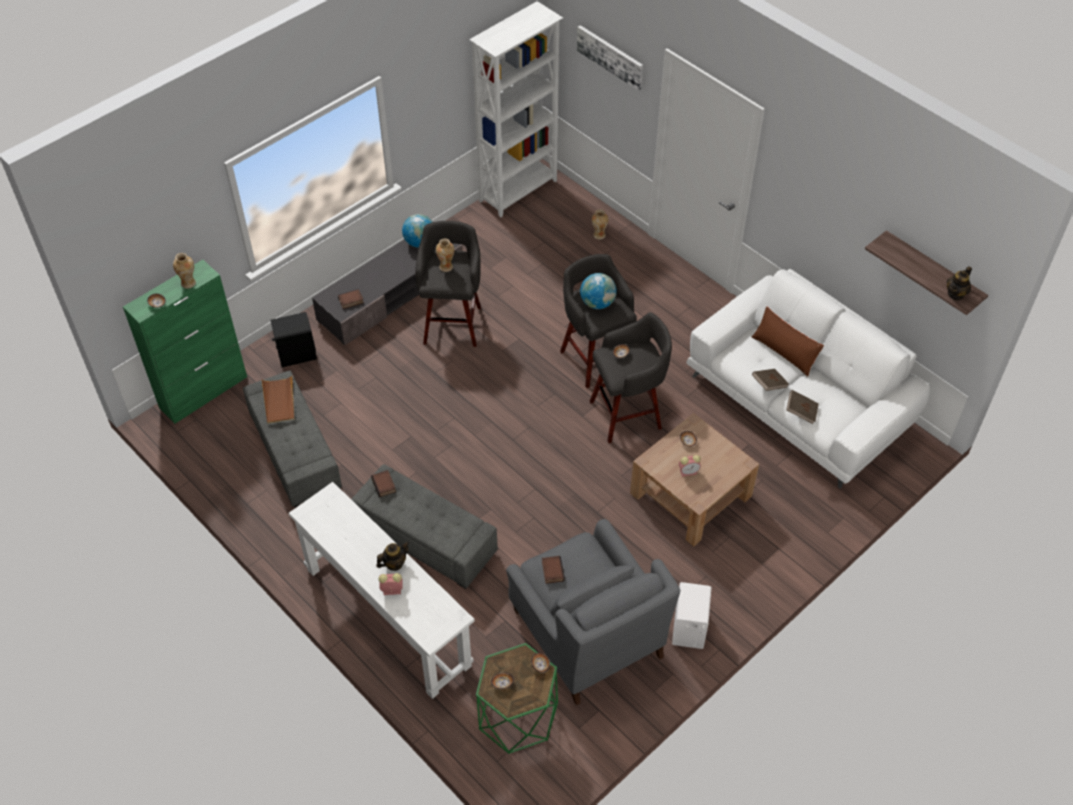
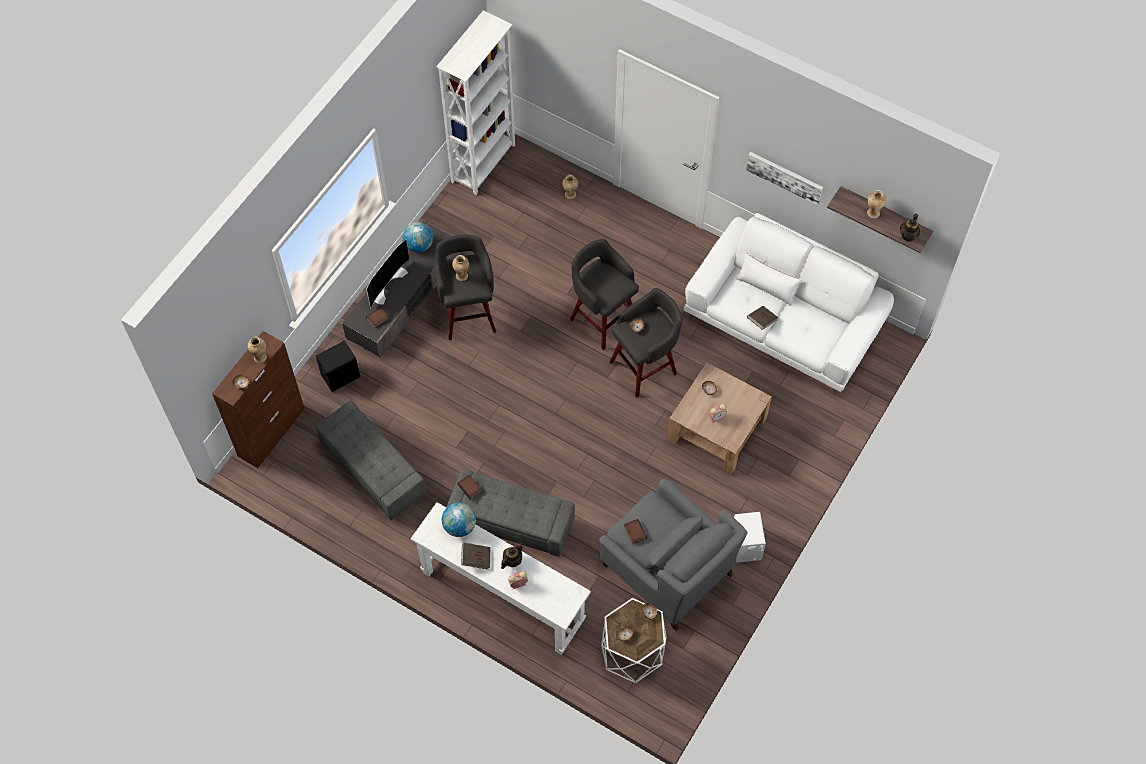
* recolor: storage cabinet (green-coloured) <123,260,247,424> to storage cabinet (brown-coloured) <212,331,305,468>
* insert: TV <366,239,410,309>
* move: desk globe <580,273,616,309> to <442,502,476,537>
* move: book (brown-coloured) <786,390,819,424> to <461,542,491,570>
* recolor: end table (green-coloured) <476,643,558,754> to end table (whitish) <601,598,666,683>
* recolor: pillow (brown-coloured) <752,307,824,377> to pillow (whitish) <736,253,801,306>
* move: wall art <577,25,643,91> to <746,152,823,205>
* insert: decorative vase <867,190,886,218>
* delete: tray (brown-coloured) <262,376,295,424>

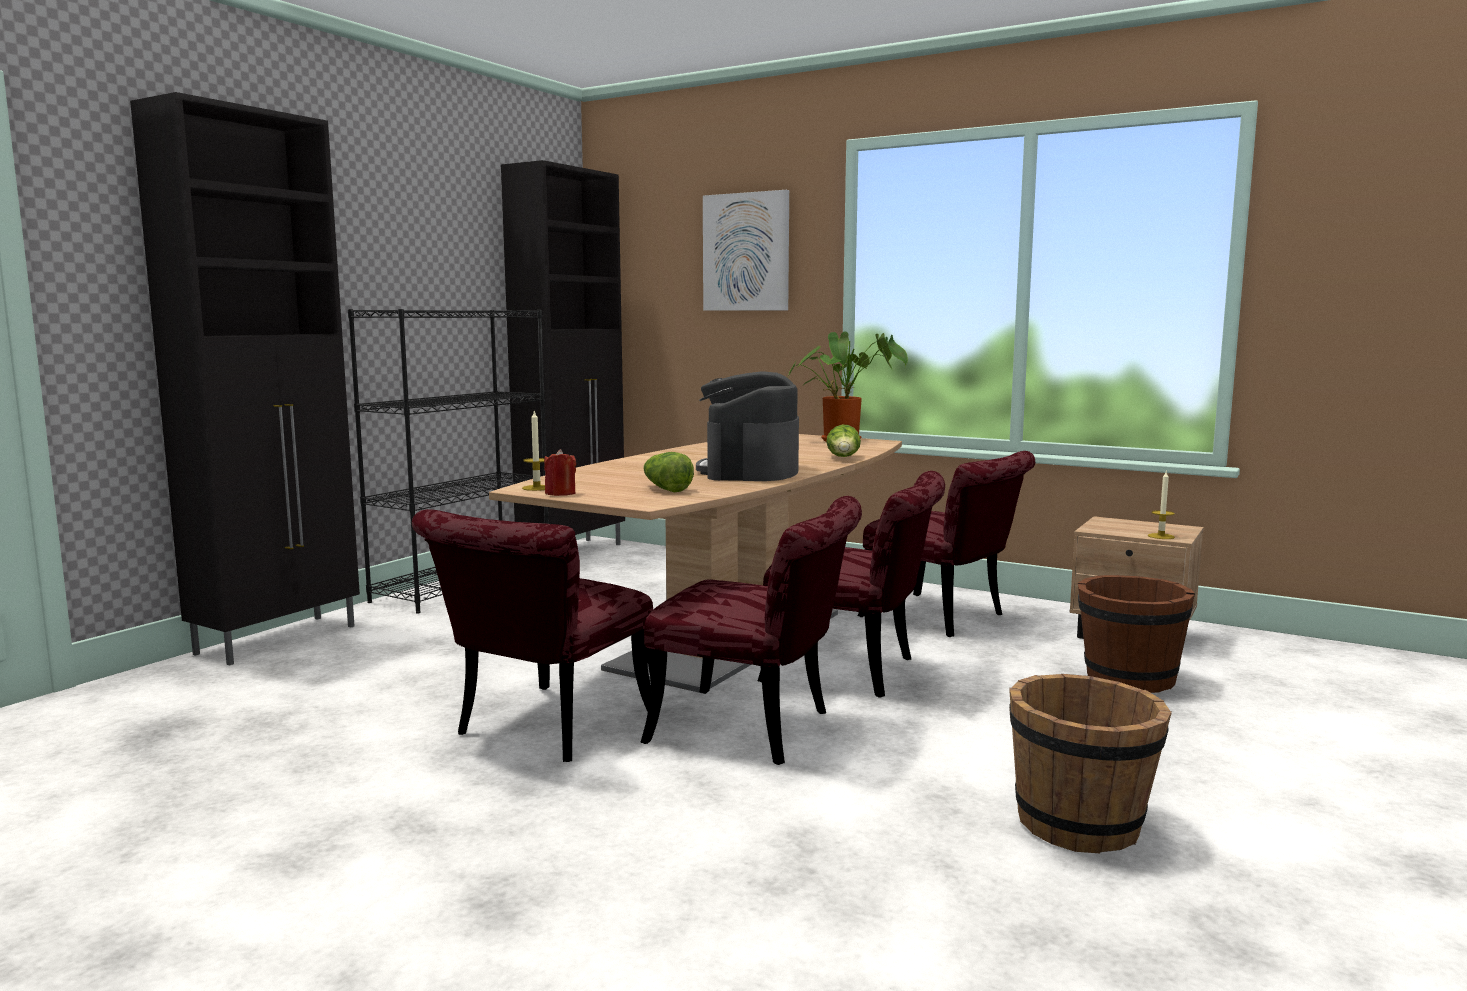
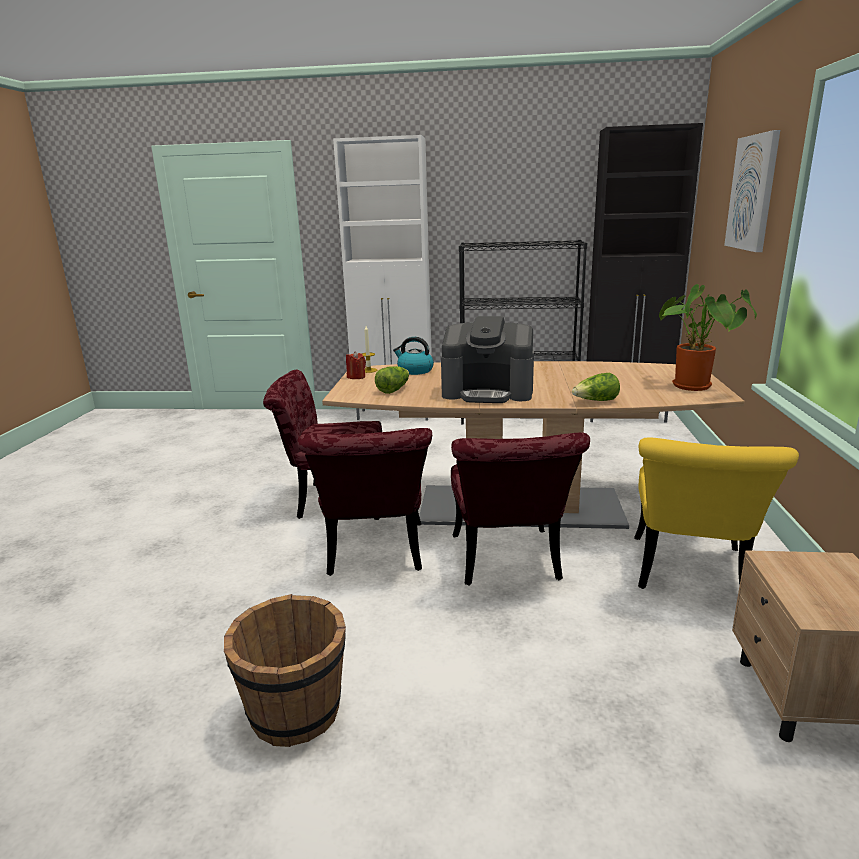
* recolor: storage cabinet (blackish) <130,92,360,665> to storage cabinet (whitish) <333,135,432,421>
* insert: tea kettle <393,337,434,375>
* rotate: coffee maker <696,371,799,481> = <441,316,534,403> 150 degrees counterclockwise
* recolor: upright chair (reddish) <858,451,1035,637> to upright chair (yellow) <634,437,799,589>
* delete: pail (brown-coloured) <1078,575,1195,693>
* delete: wax candle <1148,472,1175,539>

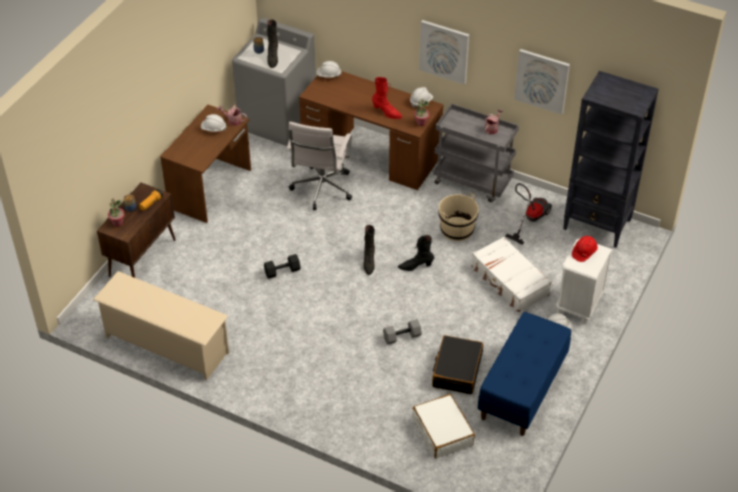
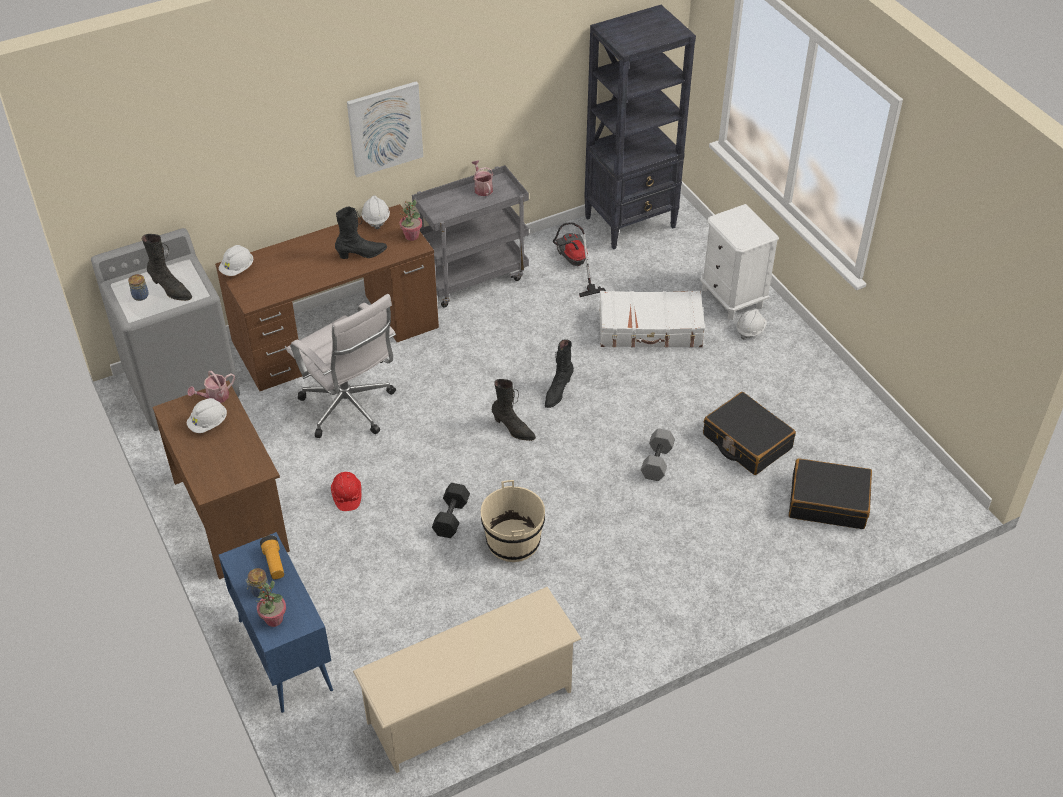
* recolor: storage cabinet (brown-coloured) <97,183,176,278> to storage cabinet (blue-coloured) <219,532,333,713>
* move: hard hat (reddish) <572,236,598,262> to <331,472,362,511>
* recolor: tall boot (reddish) <372,77,402,119> to tall boot (blackish) <335,207,387,259>
* move: pail (beige-coloured) <438,193,479,241> to <481,480,545,562>
* recolor: piece of luggage (whitish) <412,394,475,459> to piece of luggage (blackish) <789,458,872,529>
* delete: long seat (blue-coloured) <478,312,571,436>
* delete: wall art <514,49,570,115>

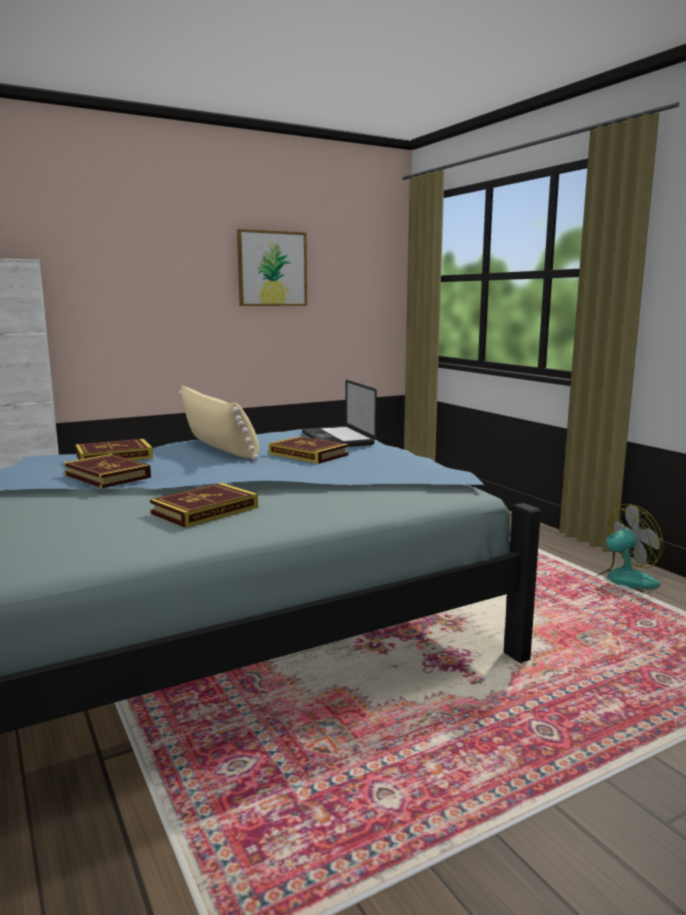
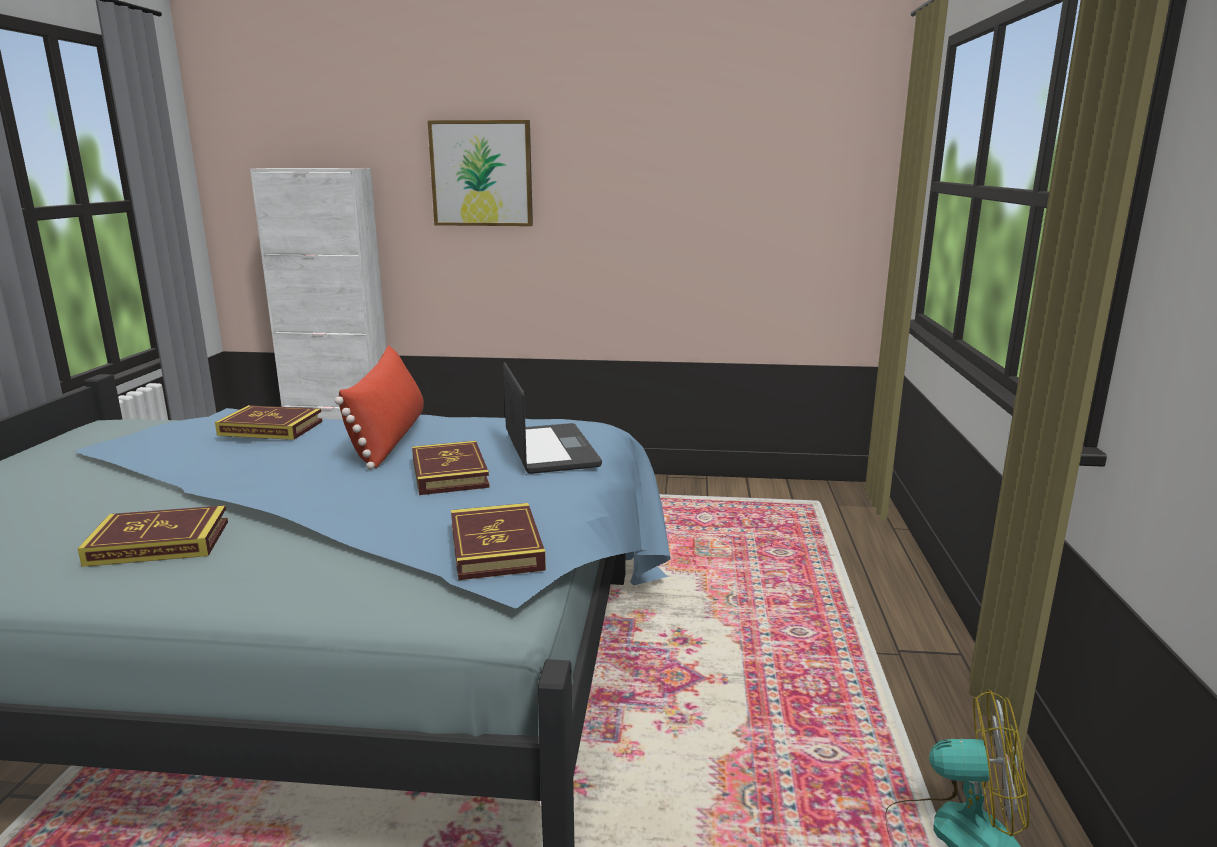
* recolor: pillow (beige-coloured) <179,386,259,460> to pillow (reddish) <335,345,424,470>
* move: wall art <237,229,307,306> to <428,120,533,226>
* move: book <63,454,151,488> to <451,503,546,580>
* rotate: laptop <302,380,377,447> = <503,362,602,474> 150 degrees clockwise

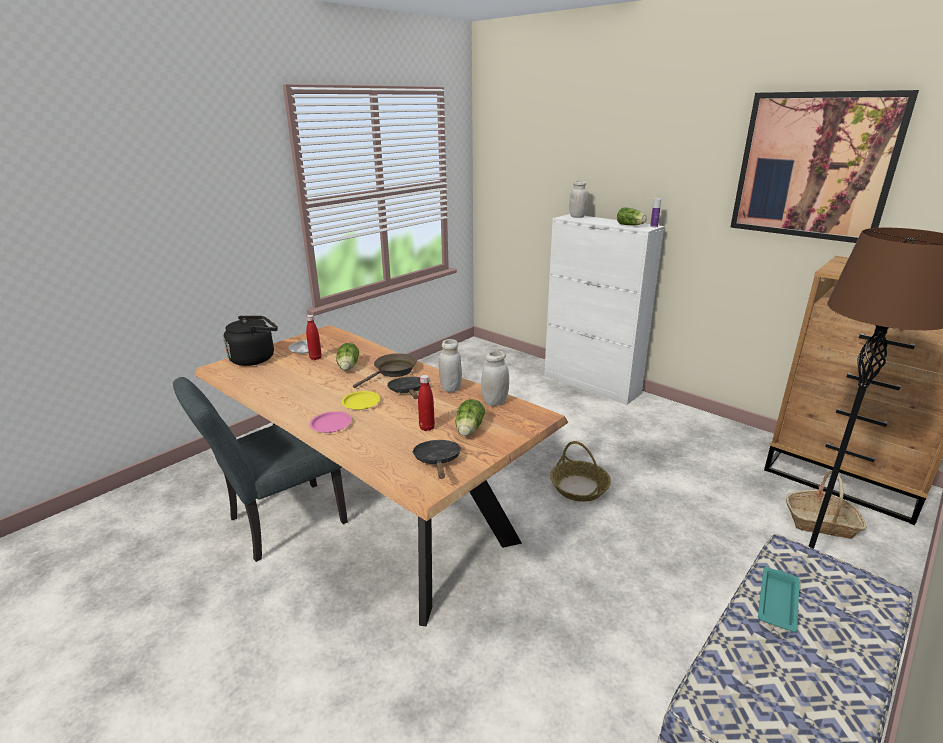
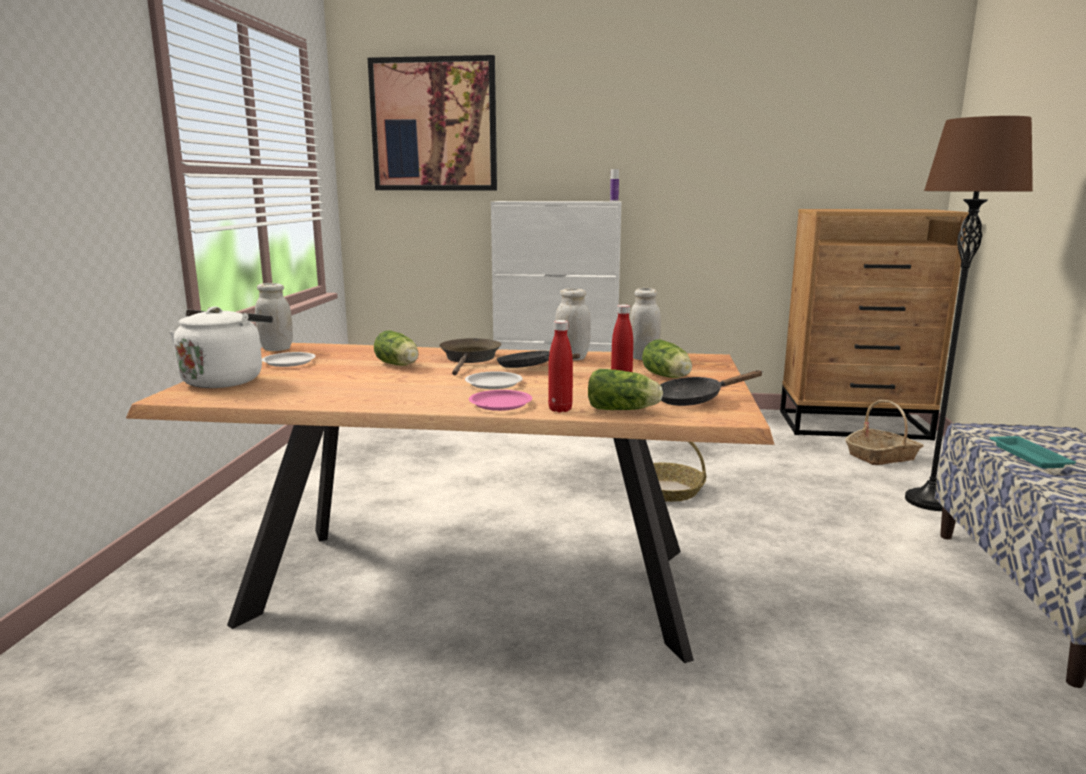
* recolor: tea kettle (blackish) <223,316,278,366> to tea kettle (whitish) <169,306,273,388>
* move: preserve jar (whitish) <569,181,588,218> to <255,283,293,351>
* move: wall art <730,90,919,243> to <368,55,497,190>
* recolor: dinner plate (yellow) <342,391,380,410> to dinner plate (whitish) <465,371,523,389>
* move: bottle (reddish) <306,315,322,360> to <548,320,573,412>
* move: head of lettuce <617,207,647,226> to <588,369,663,410>
* rotate: skillet (blackish) <412,440,462,479> = <660,370,763,406> 60 degrees counterclockwise
* delete: upright chair (greyish) <173,377,348,562>

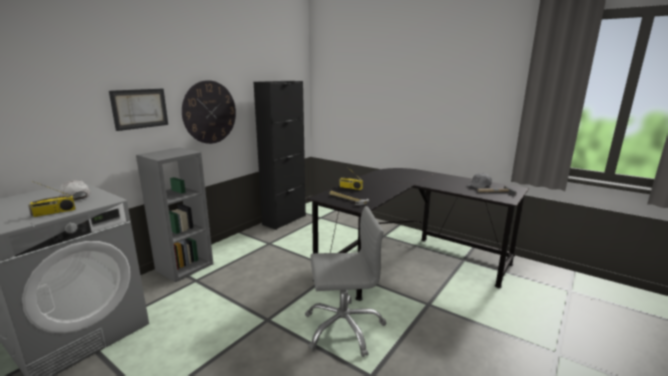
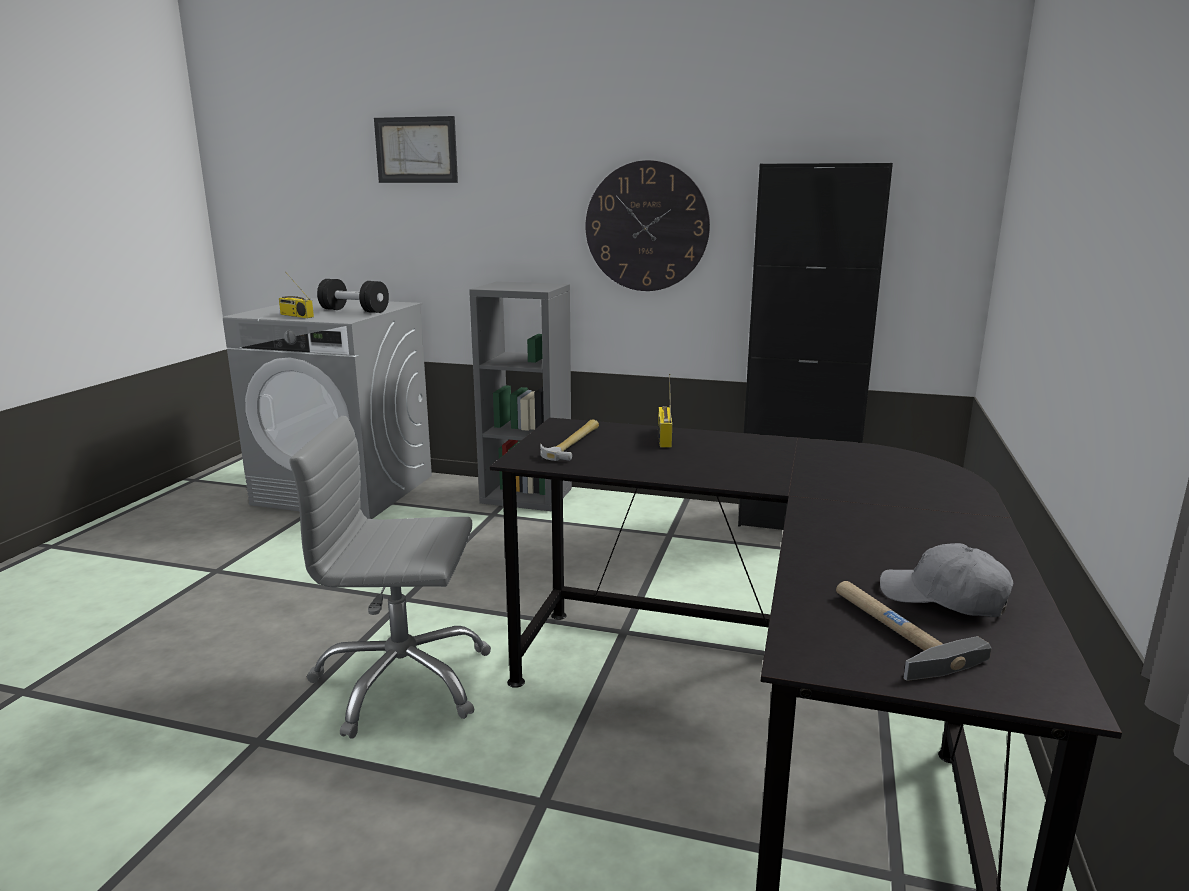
* rotate: desk chair (greyish) <305,206,386,357> = <289,416,491,739> 120 degrees clockwise
* replace: cap (whitish) <59,180,90,201> to free weight (blackish) <317,279,389,313>
* move: wall art <109,89,168,131> to <374,116,458,183>

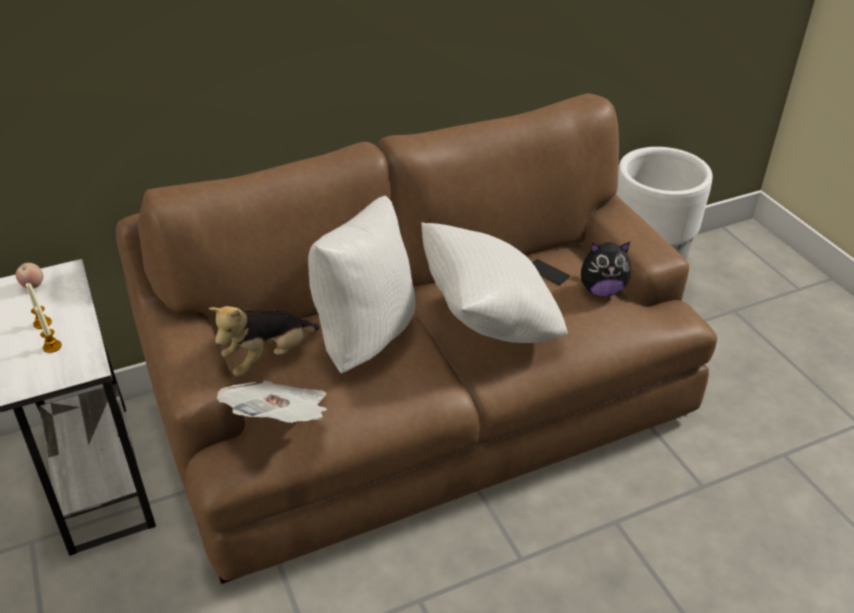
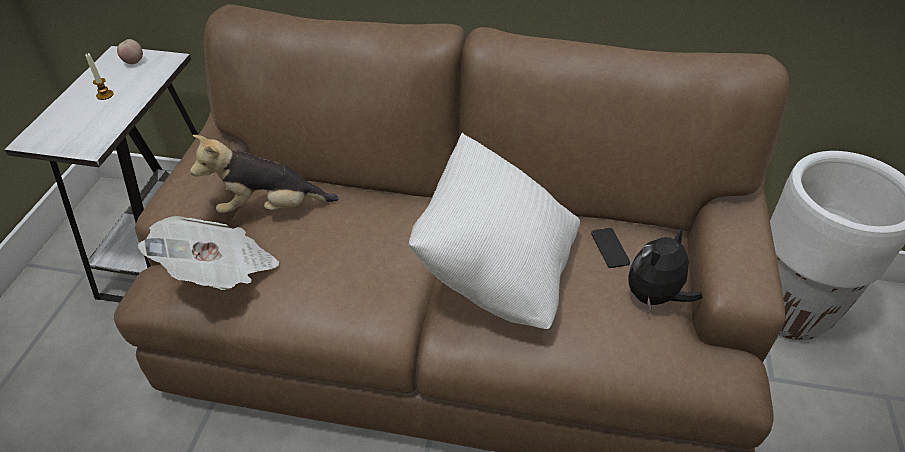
* rotate: plush toy <581,242,631,296> = <628,226,702,313> 105 degrees clockwise
* delete: wax candle <35,306,62,353>
* delete: pillow (whitish) <308,196,416,373>

